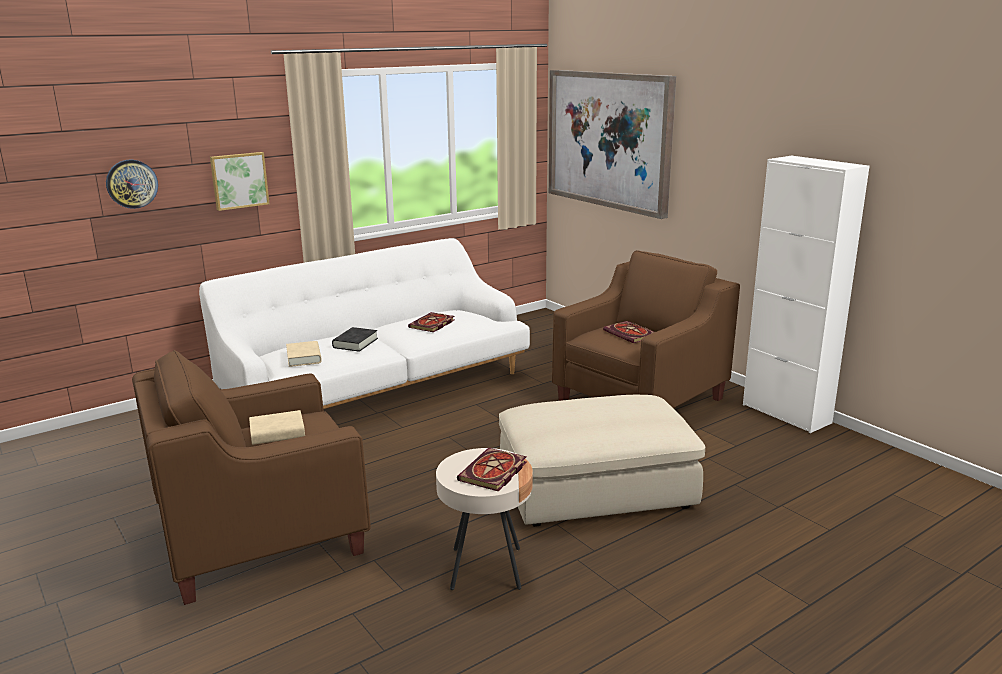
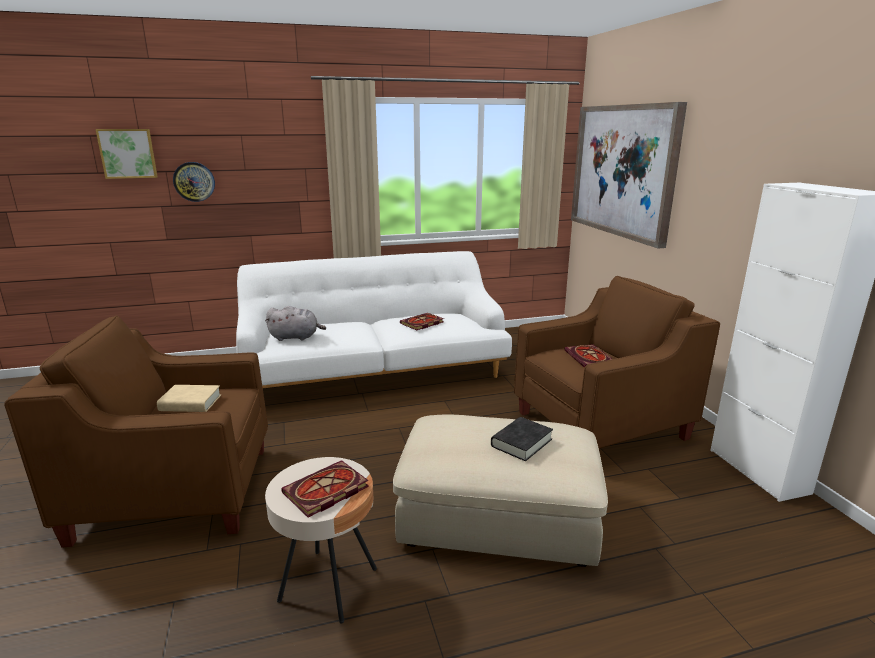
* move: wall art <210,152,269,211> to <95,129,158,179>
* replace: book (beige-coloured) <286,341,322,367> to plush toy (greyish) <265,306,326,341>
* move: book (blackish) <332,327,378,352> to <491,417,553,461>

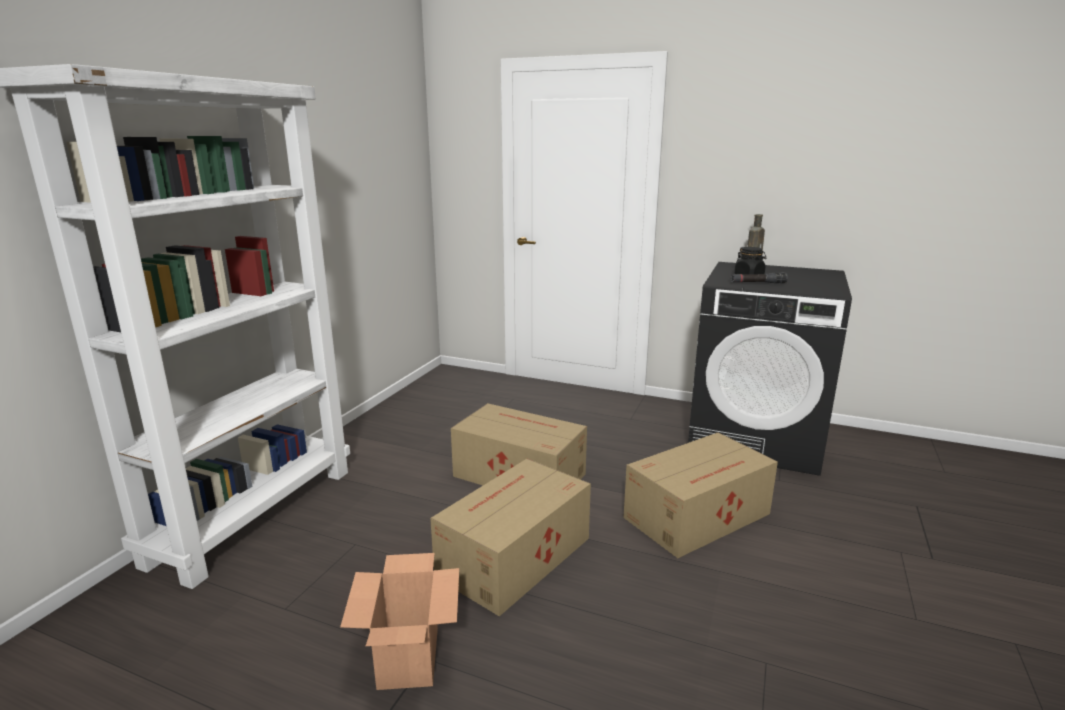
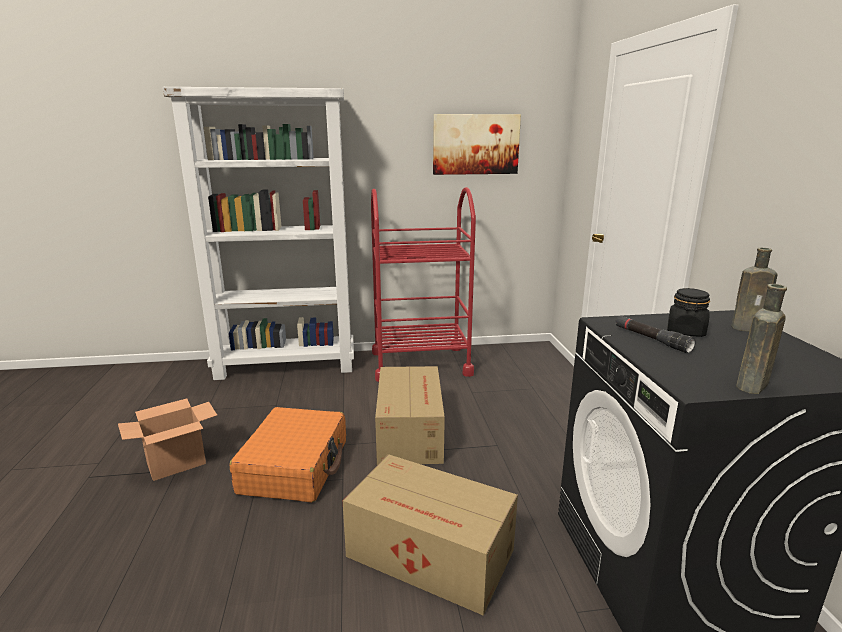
* replace: carton <430,459,591,616> to piece of luggage (orange) <229,407,346,502>
* insert: trolley (reddish) <371,187,476,382>
* insert: wall art <433,114,521,175>
* insert: bottle (brown-coloured) <736,284,787,394>

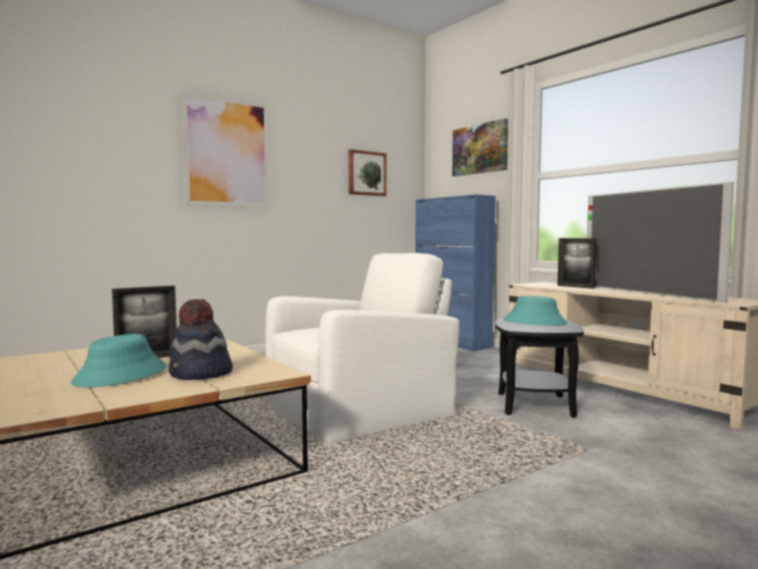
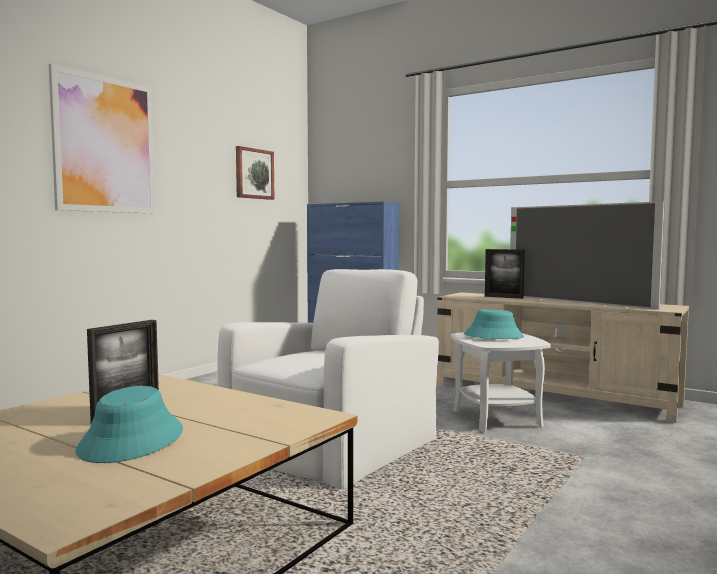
* recolor: end table (blackish) <495,318,584,418> to end table (whitish) <451,332,551,432>
* delete: hat <169,299,233,380>
* delete: wall art <452,118,508,176>

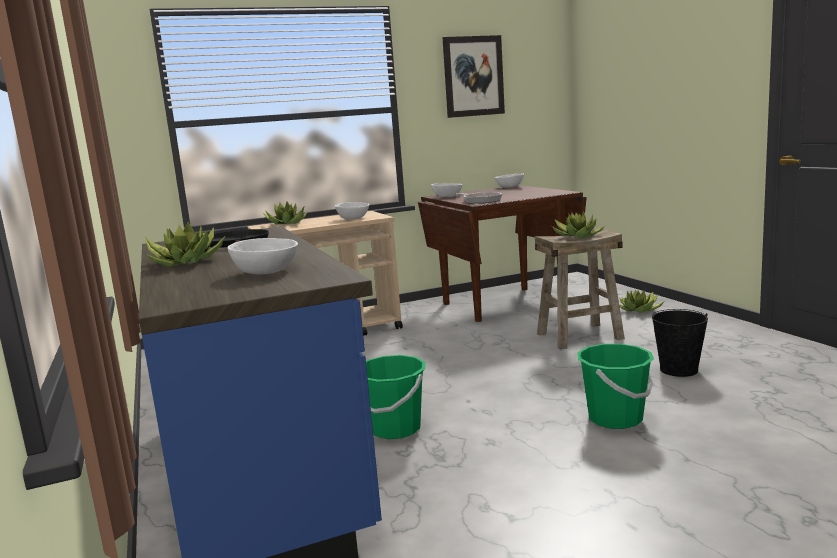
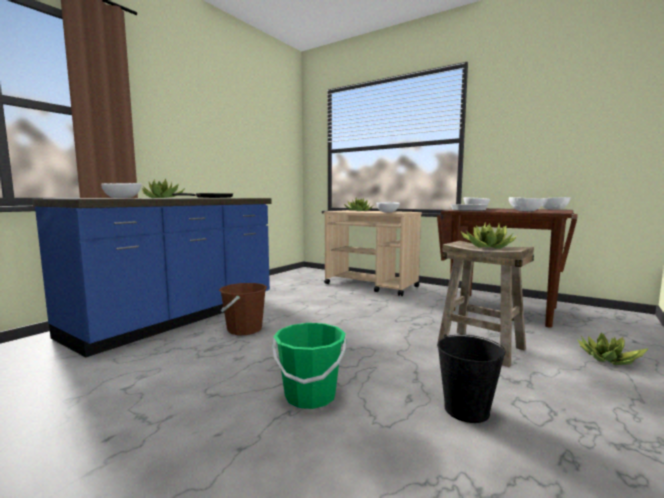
* recolor: pail (green-coloured) <366,355,426,439> to pail (brown-coloured) <219,283,267,335>
* insert: serving bowl (whitish) <509,197,544,211>
* delete: wall art <442,35,505,118>

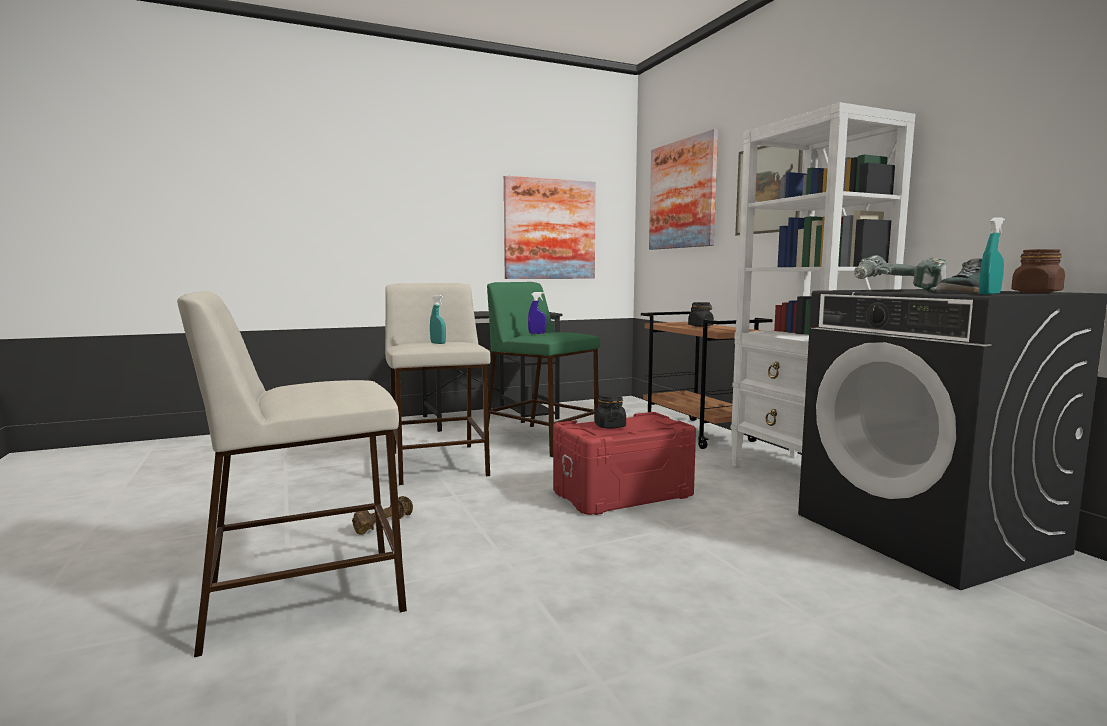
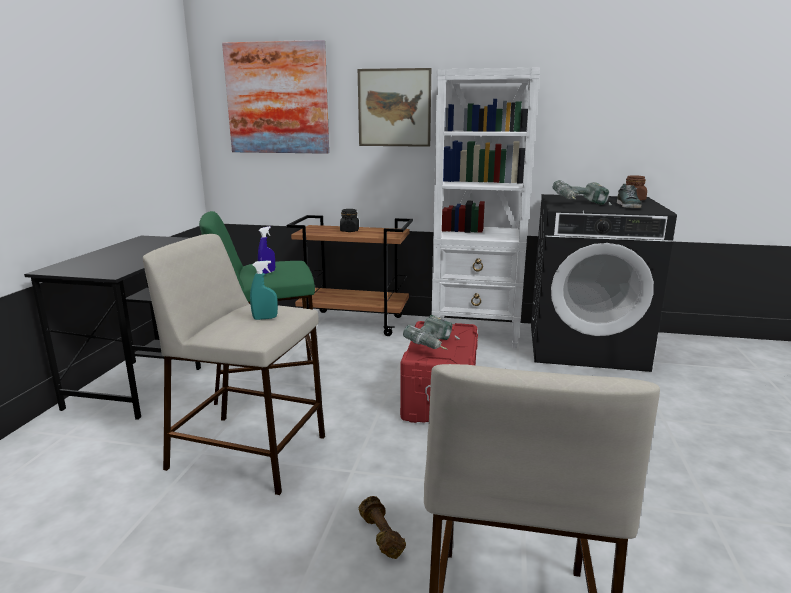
* replace: preserve jar (blackish) <595,393,626,429> to power drill <403,315,460,350>
* delete: wall art <504,176,596,279>
* delete: sprayer (blue-green) <979,217,1005,294>

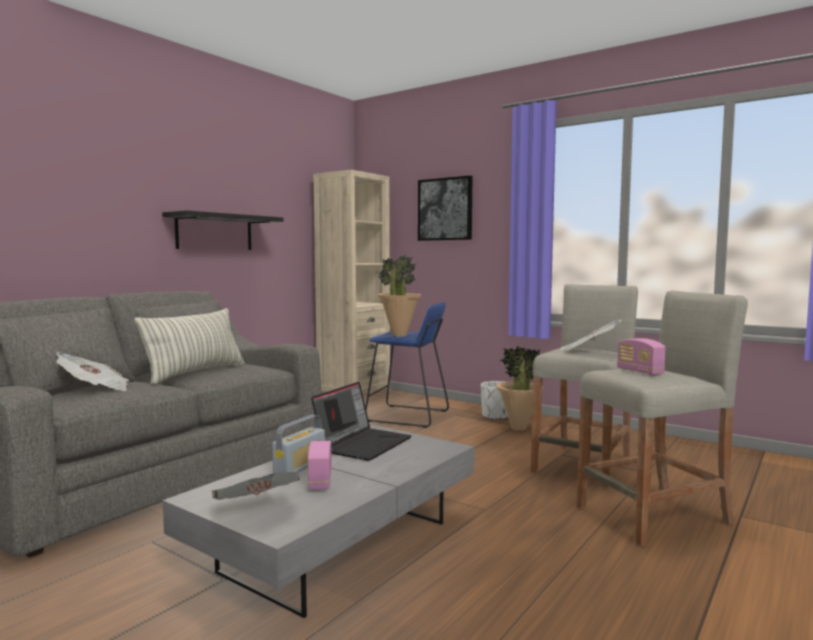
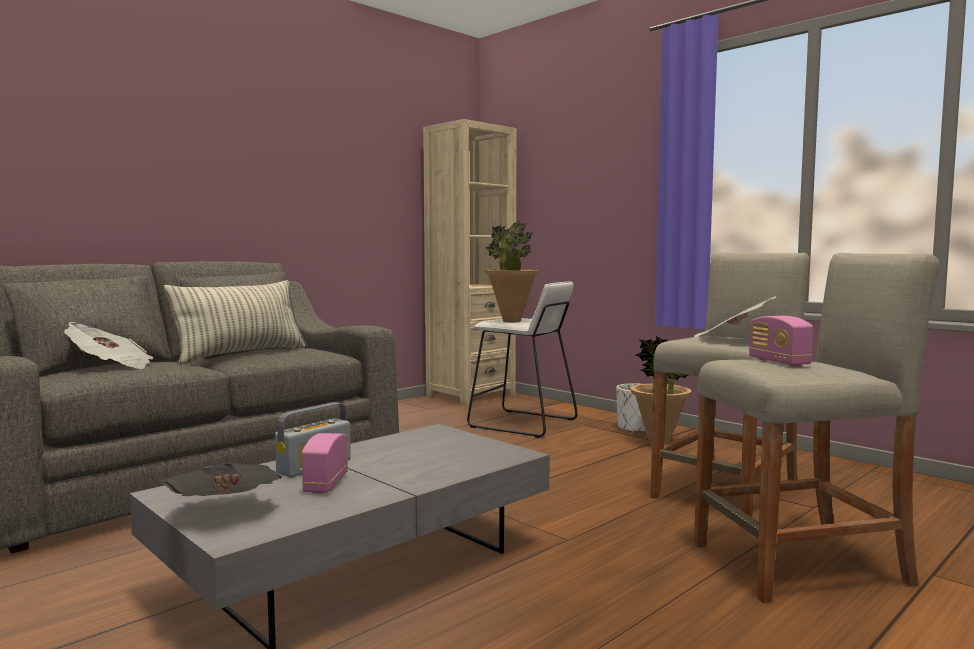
* recolor: sitting stool (blue-coloured) <365,303,449,428> to sitting stool (whitish) <467,282,578,438>
* delete: shelf (blackish) <162,210,284,250>
* delete: laptop <311,382,411,461>
* delete: wall art <418,175,472,241>

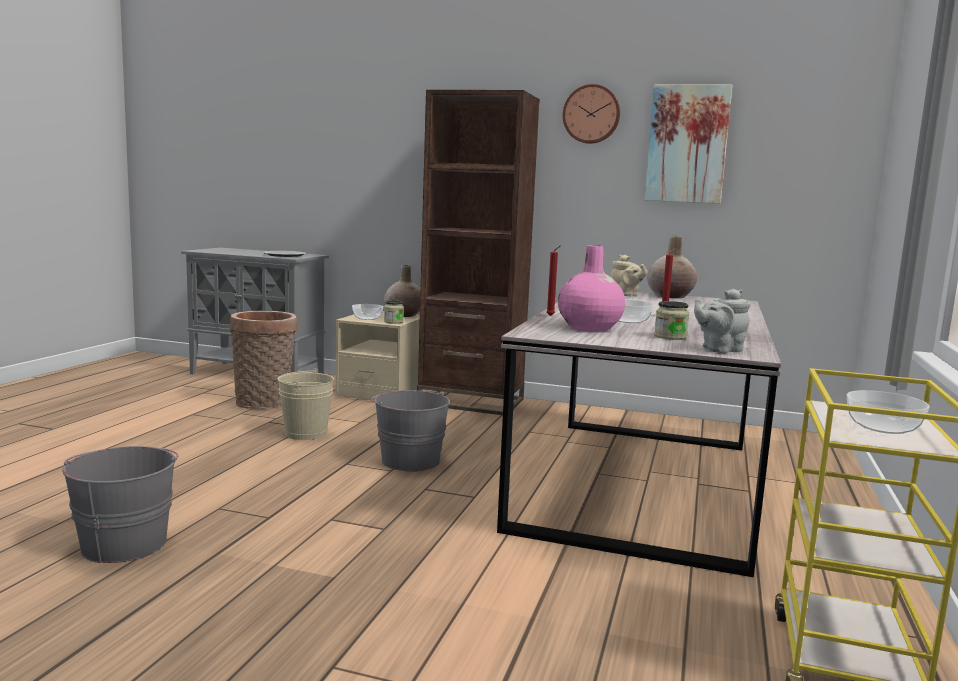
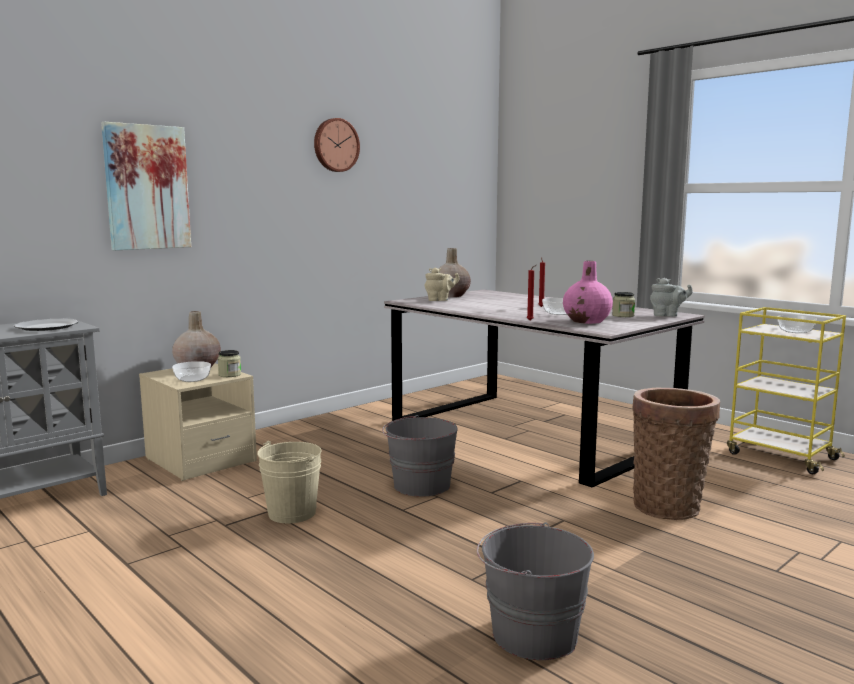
* move: wall art <645,85,732,204> to <101,122,191,250>
* move: household basket <230,311,297,409> to <632,388,720,520>
* rotate: pot for tea (greyish) <694,289,751,353> = <650,278,693,317> 90 degrees counterclockwise
* delete: shelving unit (brown-coloured) <417,90,540,415>

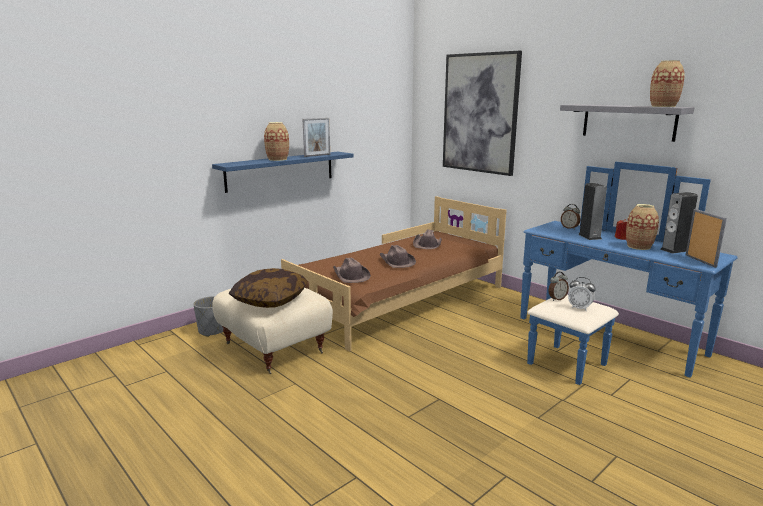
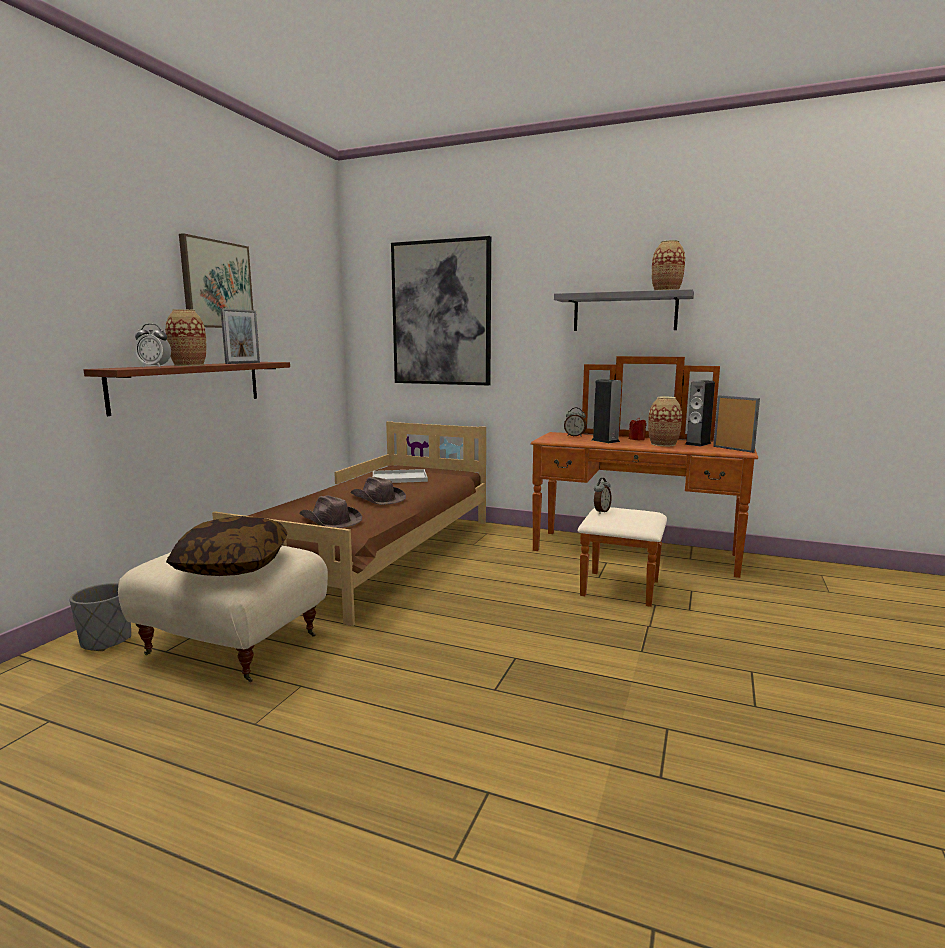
* recolor: shelf (blue-coloured) <212,152,353,193> to shelf (brown-coloured) <84,362,290,416>
* move: table clock <568,277,596,310> to <135,324,171,367>
* insert: wall art <179,233,253,328>
* replace: hat (brown-coloured) <413,229,442,249> to tray (whitish) <373,469,428,483>
* recolor: chest of drawers (blue-coloured) <520,162,738,385> to chest of drawers (brown-coloured) <531,356,758,607>

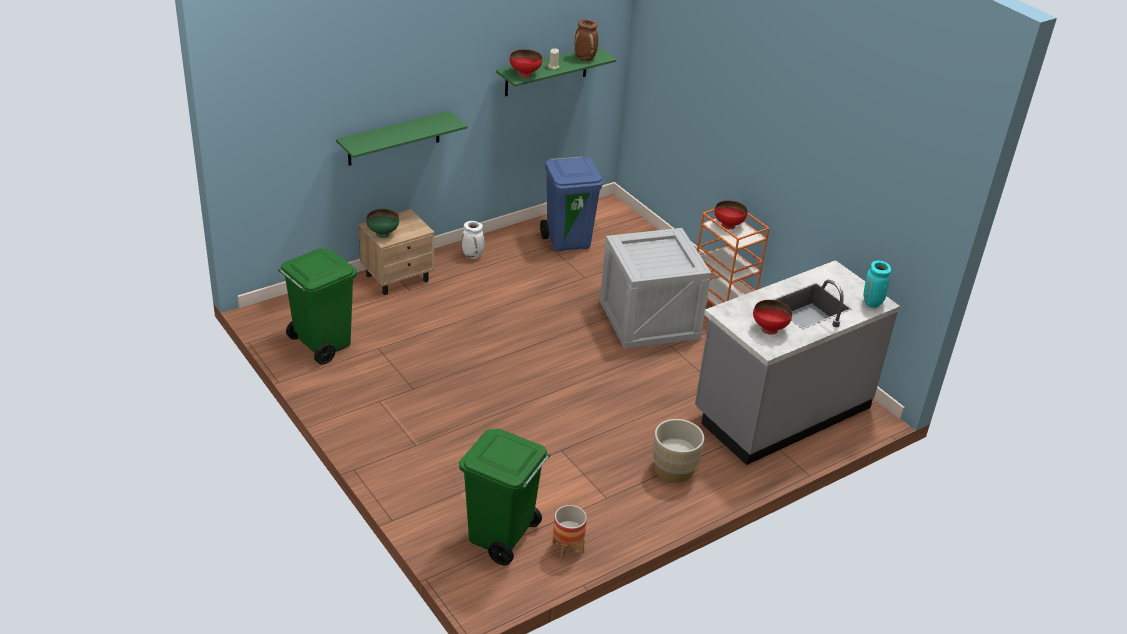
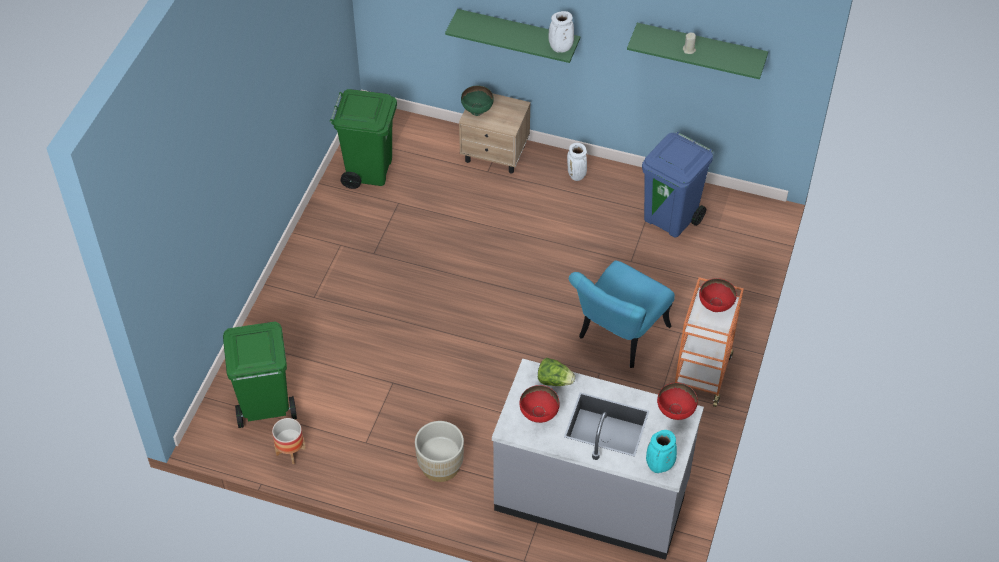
* insert: head of lettuce <538,358,575,386>
* insert: decorative vase (whitish) <548,11,574,53>
* replace: shipping crate <600,228,711,349> to upright chair (blue-green) <569,260,675,368>
* move: serving bowl (reddish) <510,49,542,78> to <657,383,698,420>
* delete: decorative vase (brown-coloured) <574,20,598,61>

